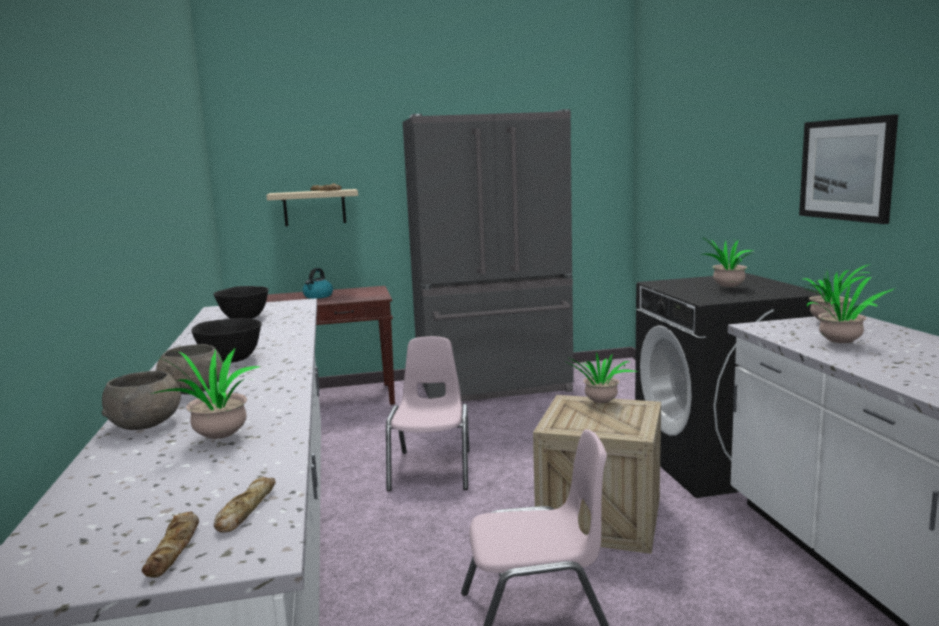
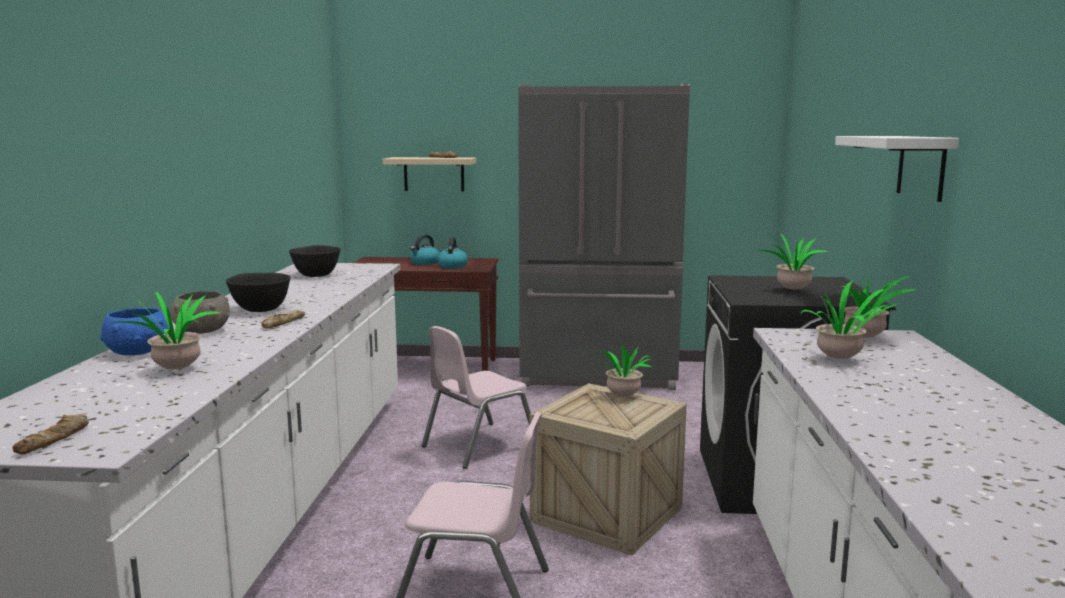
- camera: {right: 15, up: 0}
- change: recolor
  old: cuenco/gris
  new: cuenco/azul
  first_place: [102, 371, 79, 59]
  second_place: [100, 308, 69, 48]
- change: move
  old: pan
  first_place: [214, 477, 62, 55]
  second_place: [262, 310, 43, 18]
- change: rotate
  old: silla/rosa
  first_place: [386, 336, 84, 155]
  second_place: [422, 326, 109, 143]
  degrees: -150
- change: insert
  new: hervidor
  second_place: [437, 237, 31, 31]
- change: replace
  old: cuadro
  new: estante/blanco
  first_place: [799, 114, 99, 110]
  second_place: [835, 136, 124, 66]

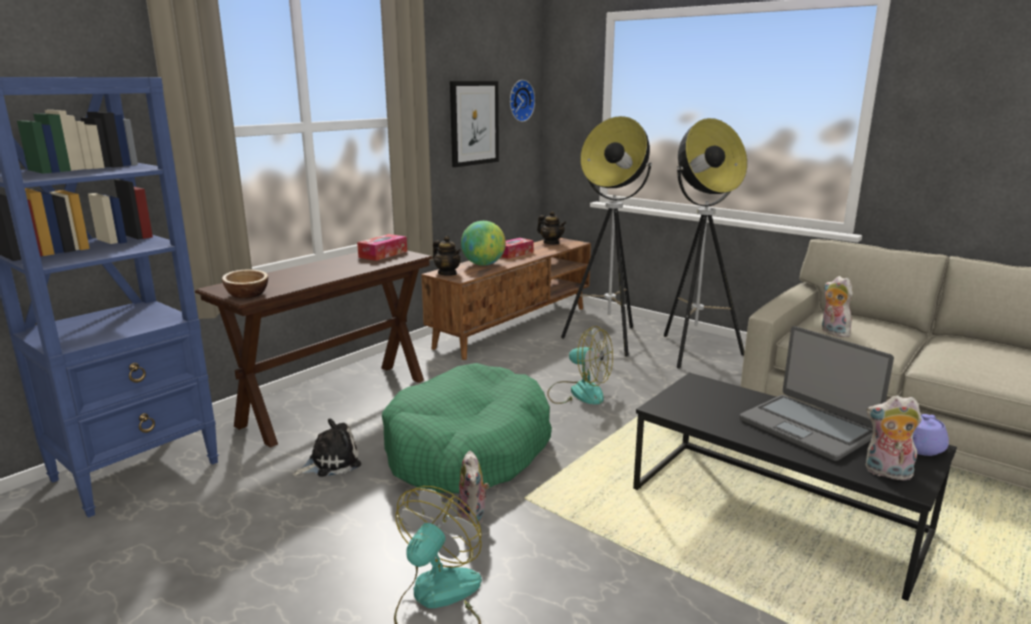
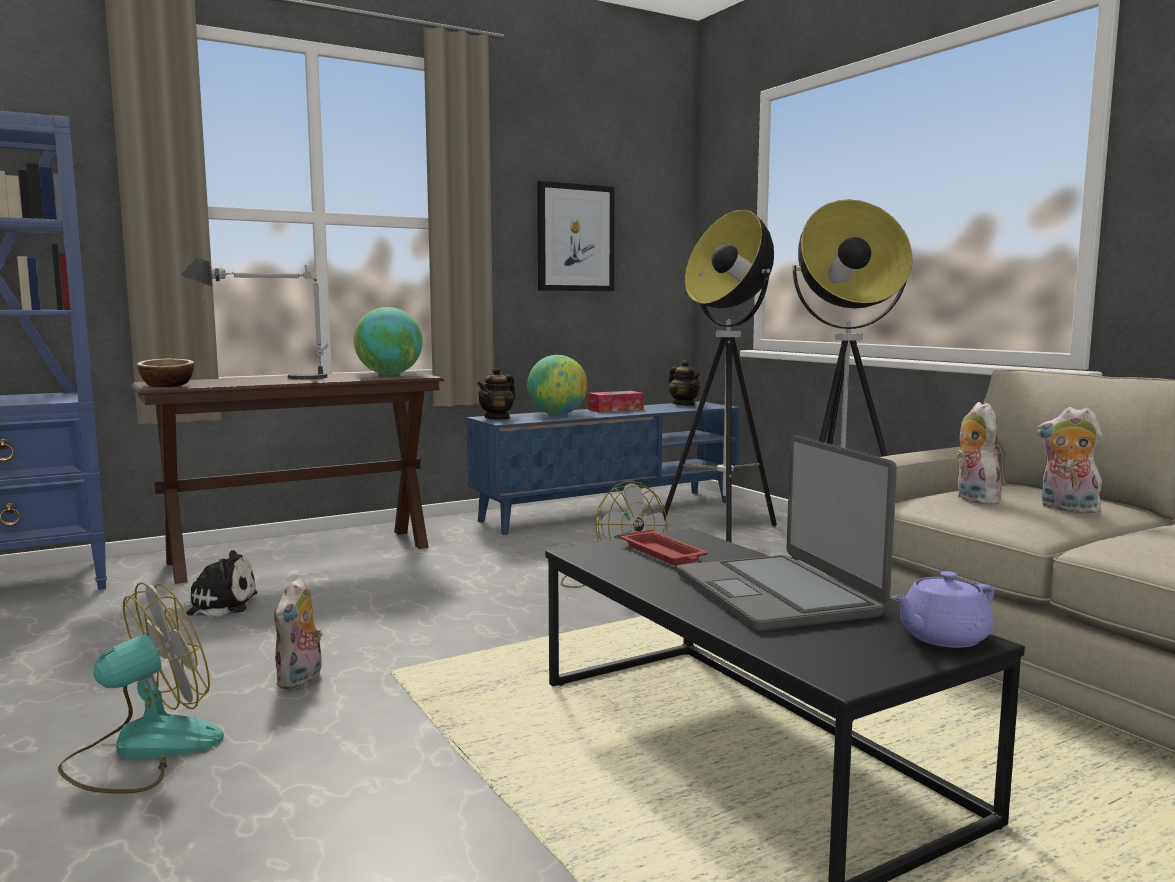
- camera: {right: 20, up: -10}
- change: insert
  new: lámpara de mesa
  second_place: [179, 257, 150, 122]
- change: replace
  old: caja de pañuelos
  new: globo terráqueo
  first_place: [357, 234, 50, 27]
  second_place: [354, 307, 69, 68]
- change: recolor
  old: mueble de televisión/marrón
  new: mueble de televisión/azul
  first_place: [421, 238, 170, 122]
  second_place: [466, 401, 274, 134]
- change: rotate
  old: tetera
  first_place: [433, 236, 28, 40]
  second_place: [477, 367, 39, 53]
  degrees: 60
- change: insert
  new: bandeja/rojo
  second_place: [619, 529, 88, 36]
- change: move
  old: peluche
  first_place: [866, 395, 56, 85]
  second_place: [1037, 407, 65, 106]
- change: delete
  old: cama para perro/verde
  first_place: [382, 363, 170, 130]
- change: delete
  old: reloj de pared
  first_place: [510, 80, 25, 42]

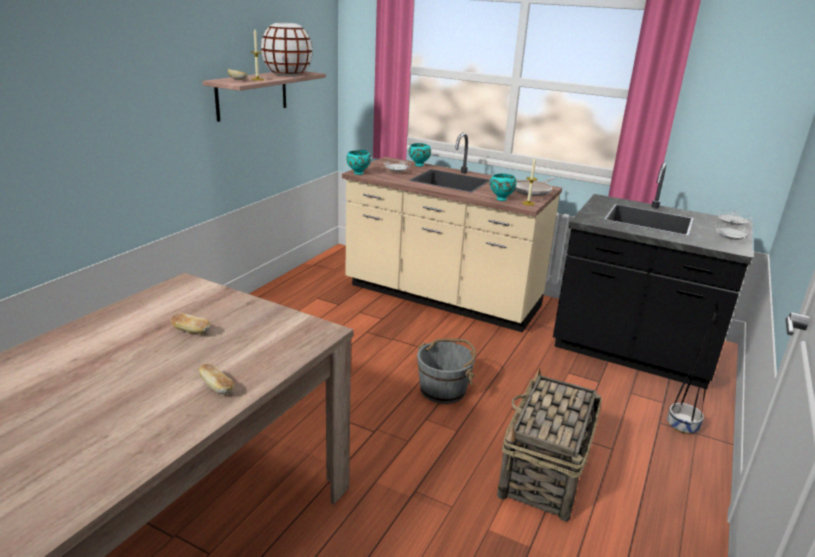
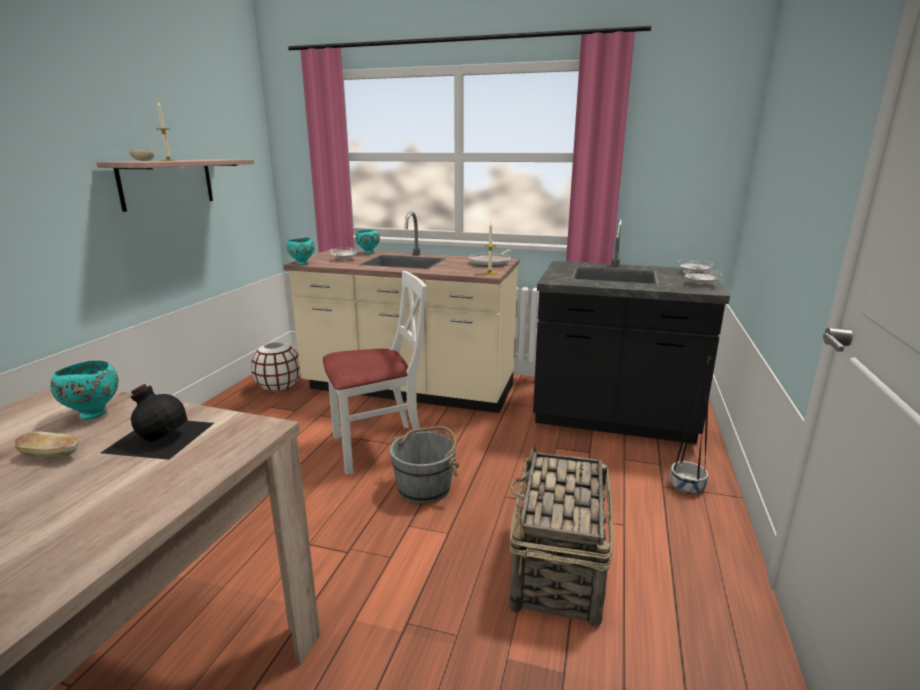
- camera: {right: -10, up: -5}
- change: move
  old: cuenco/turquesa
  first_place: [490, 173, 27, 28]
  second_place: [50, 361, 68, 59]
- change: insert
  new: botella/negro
  second_place: [101, 384, 113, 76]
- change: move
  old: florero/blanco
  first_place: [261, 23, 52, 53]
  second_place: [251, 342, 49, 49]
- change: insert
  new: silla/blanco
  second_place: [323, 271, 104, 204]
- change: delete
  old: pan
  first_place: [199, 364, 35, 30]

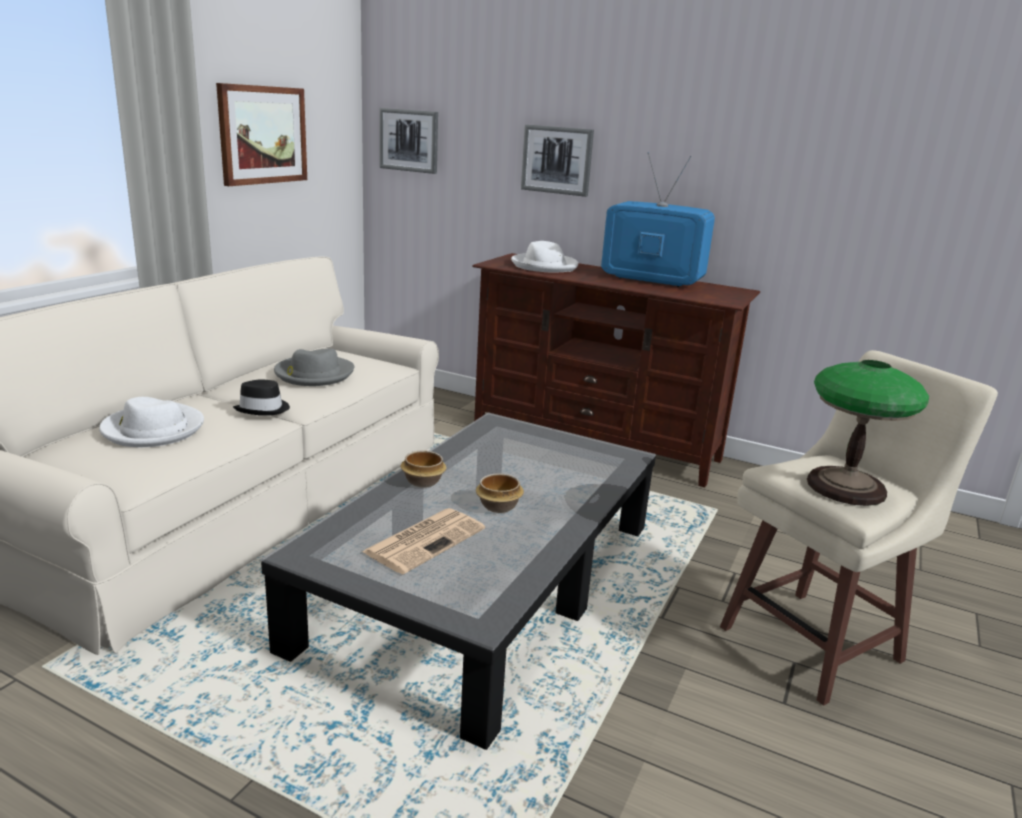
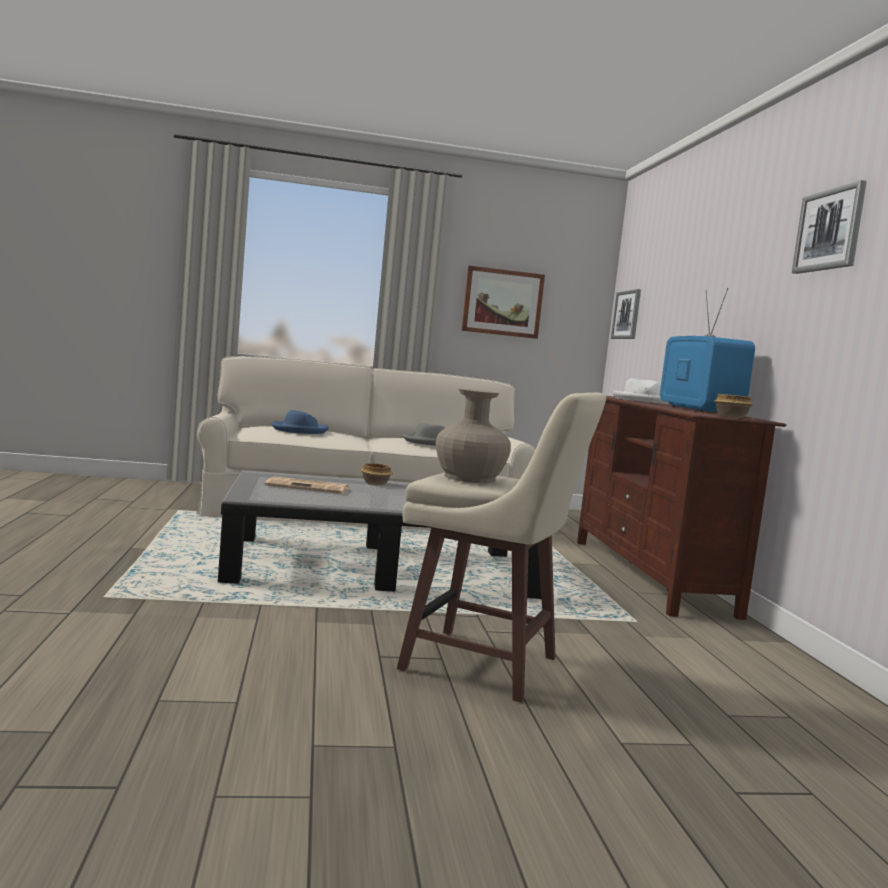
- camera: {right: 55, up: -15}
- change: recolor
  old: sombrero/blanco
  new: sombrero/azul
  first_place: [99, 397, 105, 50]
  second_place: [272, 410, 57, 24]
- change: replace
  old: lámpara de mesa
  new: florero/beis
  first_place: [807, 360, 122, 146]
  second_place: [436, 389, 75, 94]
- change: move
  old: cuenco
  first_place: [476, 473, 48, 40]
  second_place: [714, 394, 39, 24]
- change: move
  old: cuadro
  first_place: [521, 125, 73, 72]
  second_place: [792, 180, 75, 94]
- change: delete
  old: sombrero/negro
  first_place: [233, 379, 57, 37]

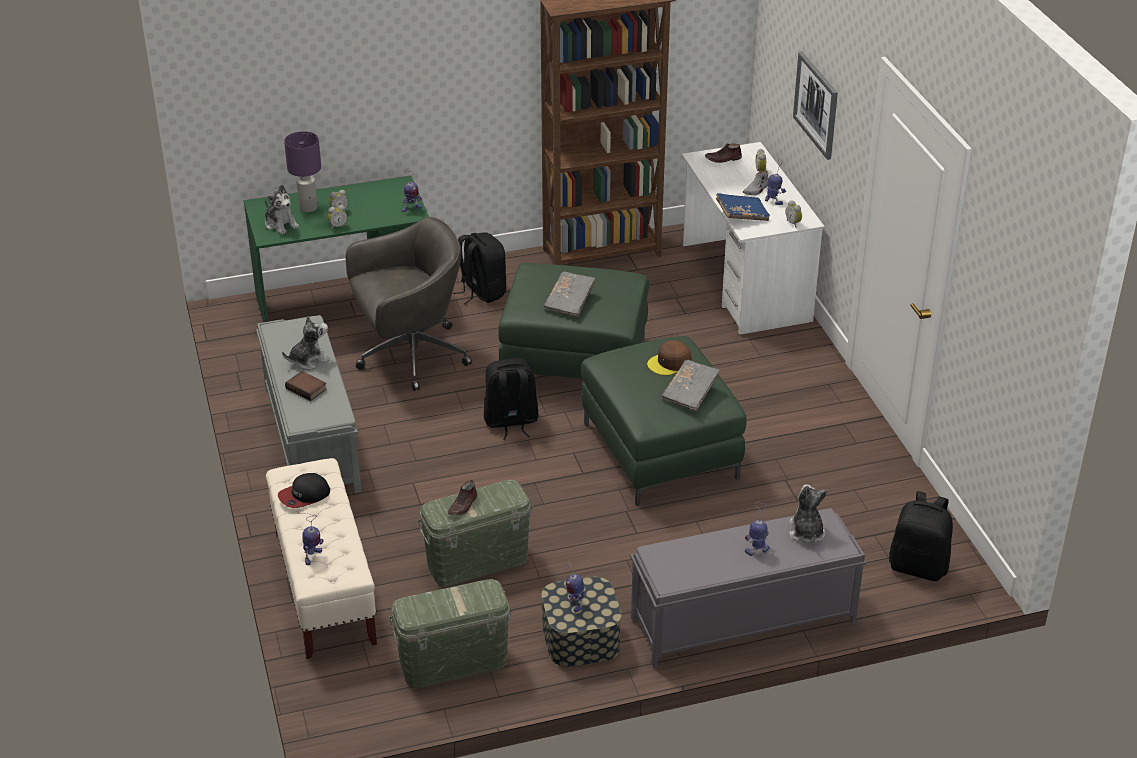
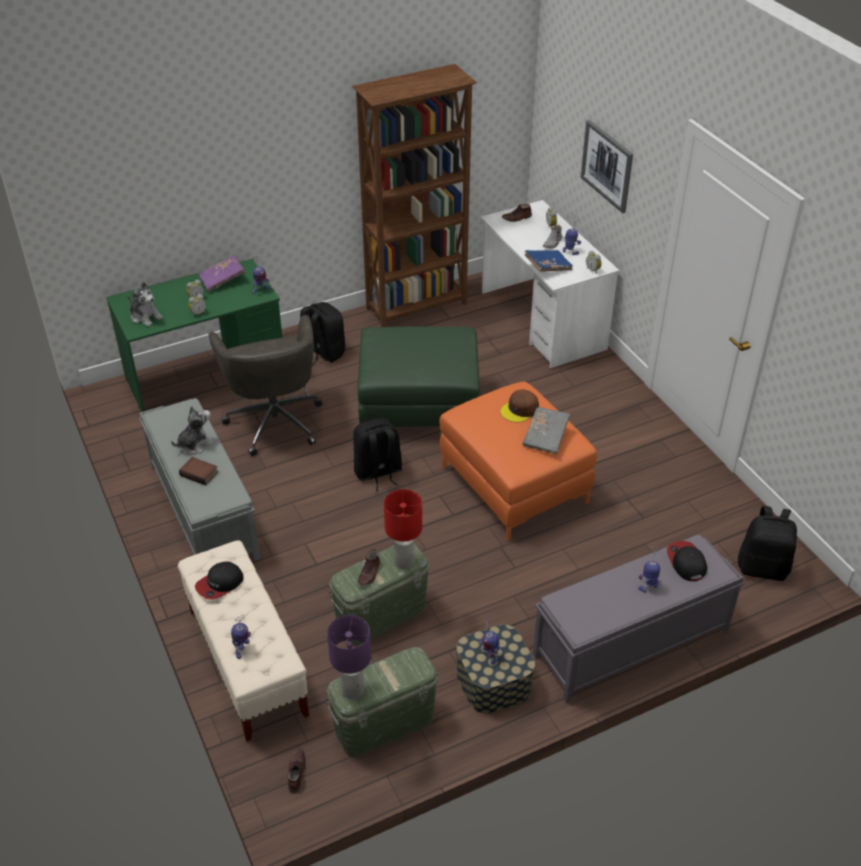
- camera: {right: -10, up: 5}
- change: insert
  new: libro/morado
  second_place: [199, 256, 47, 36]
- change: rotate
  old: silla de oficina/gris
  first_place: [345, 217, 127, 174]
  second_place: [209, 315, 113, 141]
  degrees: 105
- change: insert
  new: zapato/marrón
  second_place: [288, 749, 18, 44]
- change: move
  old: lámpara de mesa/morado
  first_place: [284, 131, 37, 81]
  second_place: [327, 615, 44, 84]
- change: insert
  new: lámpara de mesa/rojo
  second_place: [384, 489, 38, 80]
- change: recolor
  old: puf/verde
  new: puf/naranja
  first_place: [581, 336, 166, 170]
  second_place: [439, 382, 158, 159]
- change: replace
  old: peluche
  new: gorra
  first_place: [789, 484, 39, 59]
  second_place: [667, 541, 40, 40]
- change: delete
  old: libro/gris
  first_place: [544, 271, 52, 46]

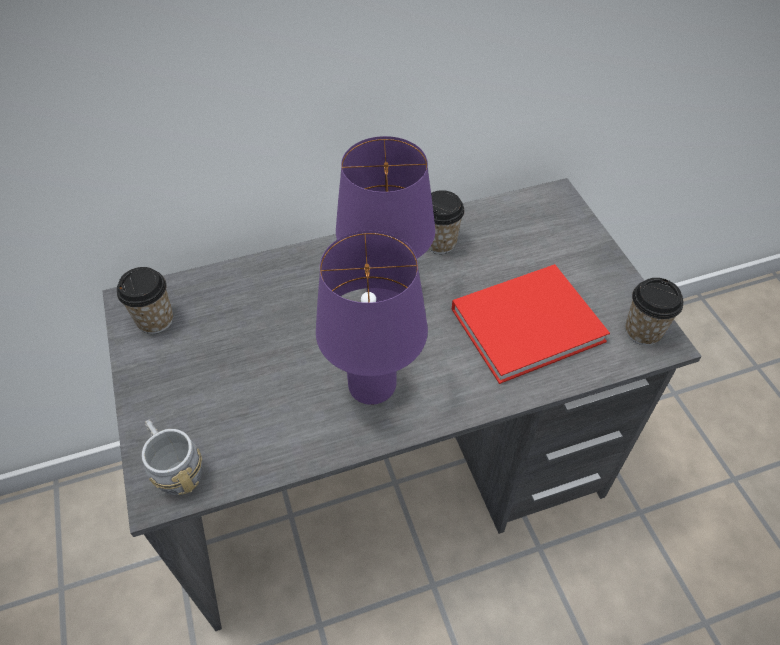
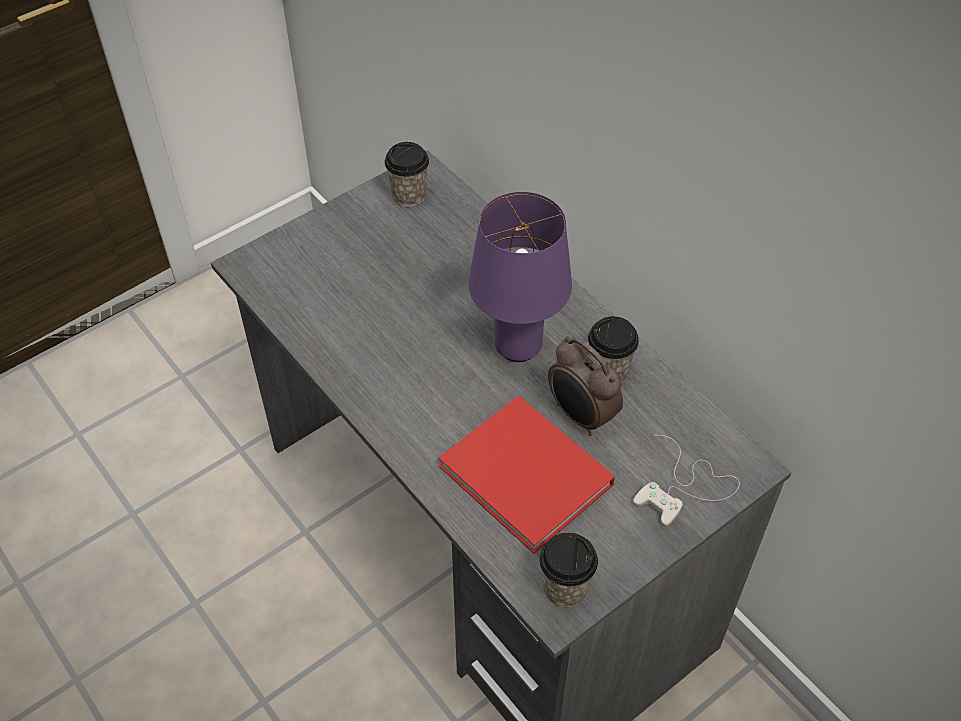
- camera: {right: 70, up: 0}
- change: insert
  new: despertador
  second_place: [548, 336, 75, 100]
- change: insert
  new: mando de consola/blanco
  second_place: [633, 435, 107, 92]
- change: delete
  old: taza grande/gris
  first_place: [142, 420, 60, 75]
- change: delete
  old: lámpara de mesa/morado
  first_place: [316, 231, 112, 174]

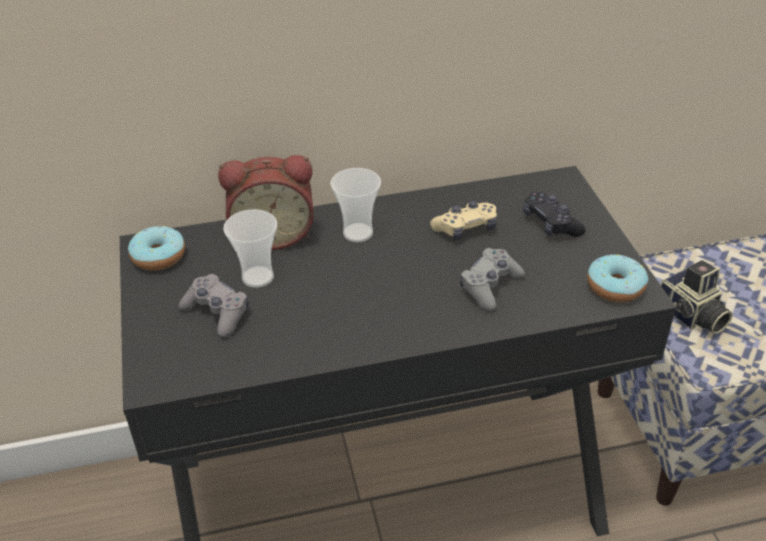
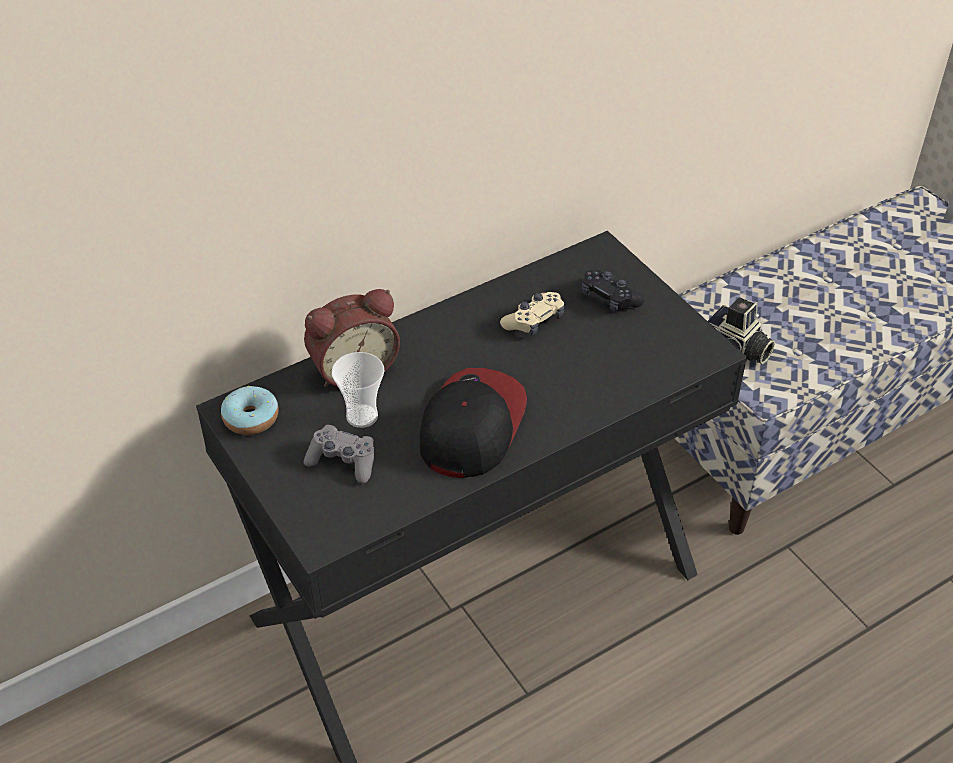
- camera: {right: -20, up: 5}
- change: insert
  new: gorra
  second_place: [420, 368, 107, 110]
- change: delete
  old: taza
  first_place: [331, 168, 50, 74]
- change: delete
  old: mando de consola/gris
  first_place: [460, 248, 65, 63]
- change: delete
  old: rosquilla
  first_place: [587, 254, 61, 48]

